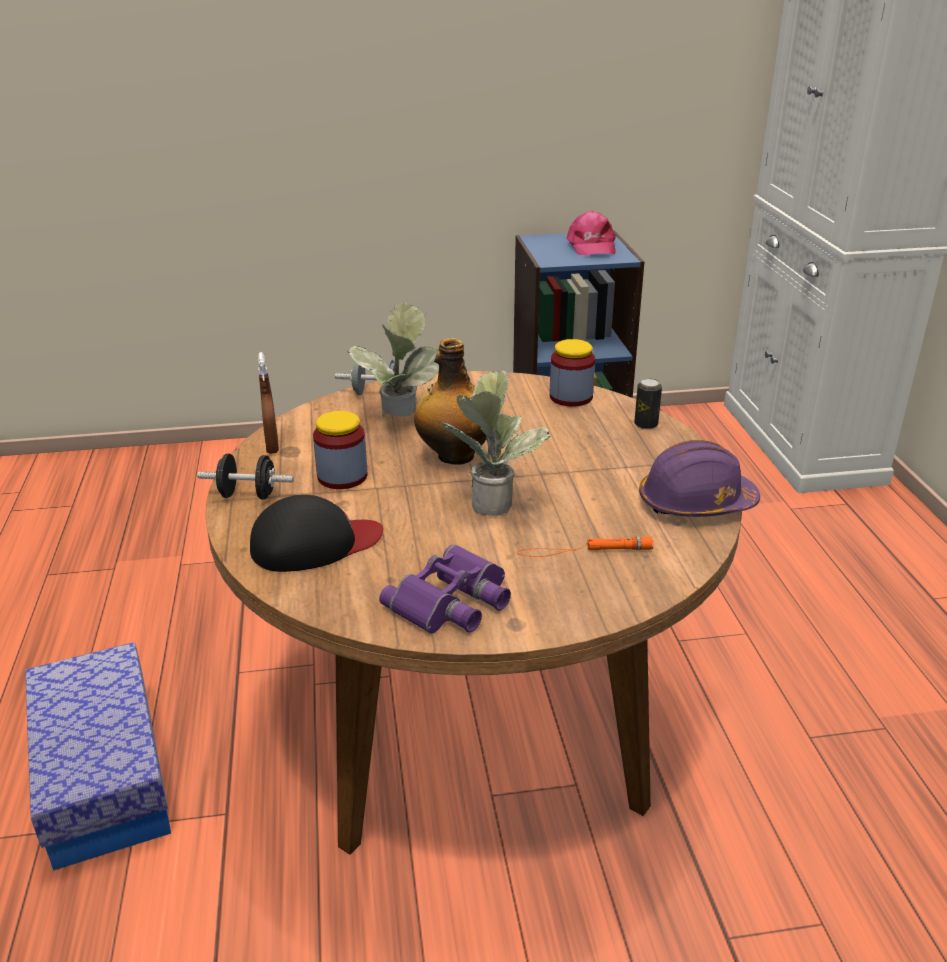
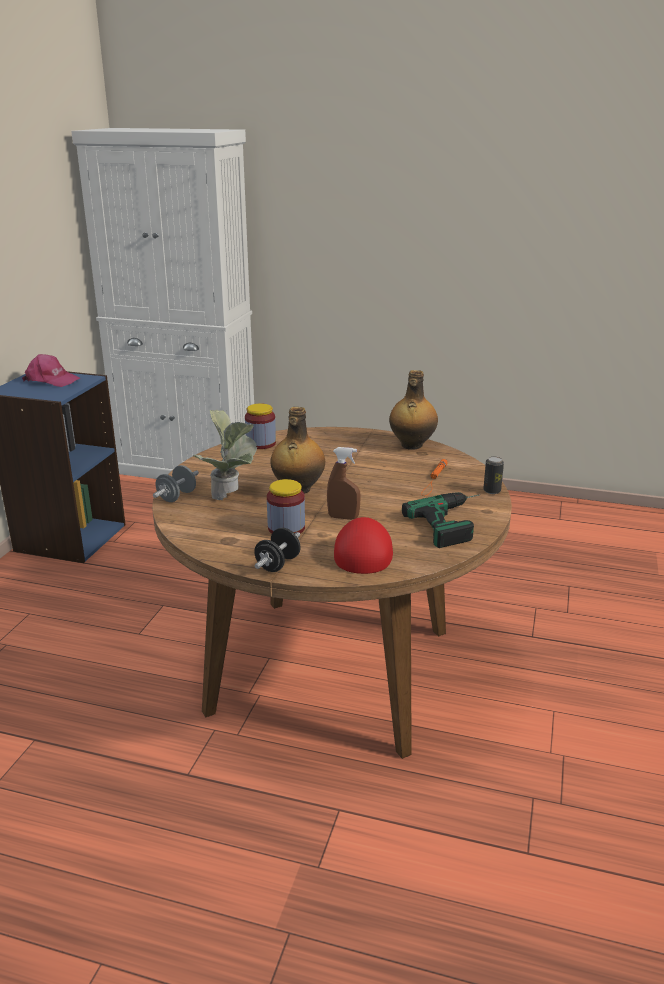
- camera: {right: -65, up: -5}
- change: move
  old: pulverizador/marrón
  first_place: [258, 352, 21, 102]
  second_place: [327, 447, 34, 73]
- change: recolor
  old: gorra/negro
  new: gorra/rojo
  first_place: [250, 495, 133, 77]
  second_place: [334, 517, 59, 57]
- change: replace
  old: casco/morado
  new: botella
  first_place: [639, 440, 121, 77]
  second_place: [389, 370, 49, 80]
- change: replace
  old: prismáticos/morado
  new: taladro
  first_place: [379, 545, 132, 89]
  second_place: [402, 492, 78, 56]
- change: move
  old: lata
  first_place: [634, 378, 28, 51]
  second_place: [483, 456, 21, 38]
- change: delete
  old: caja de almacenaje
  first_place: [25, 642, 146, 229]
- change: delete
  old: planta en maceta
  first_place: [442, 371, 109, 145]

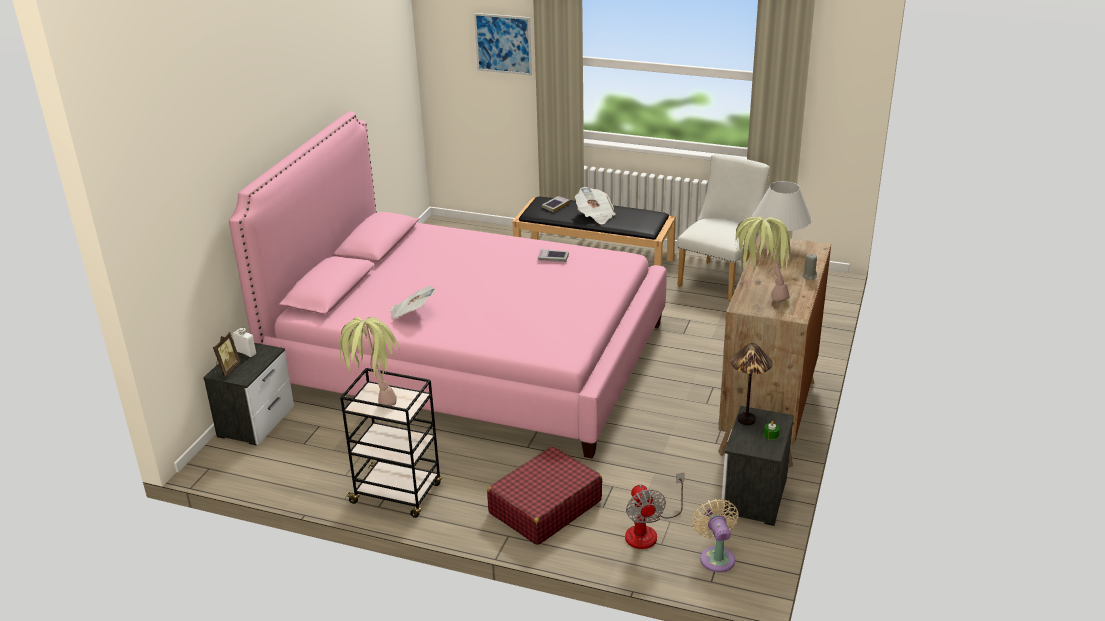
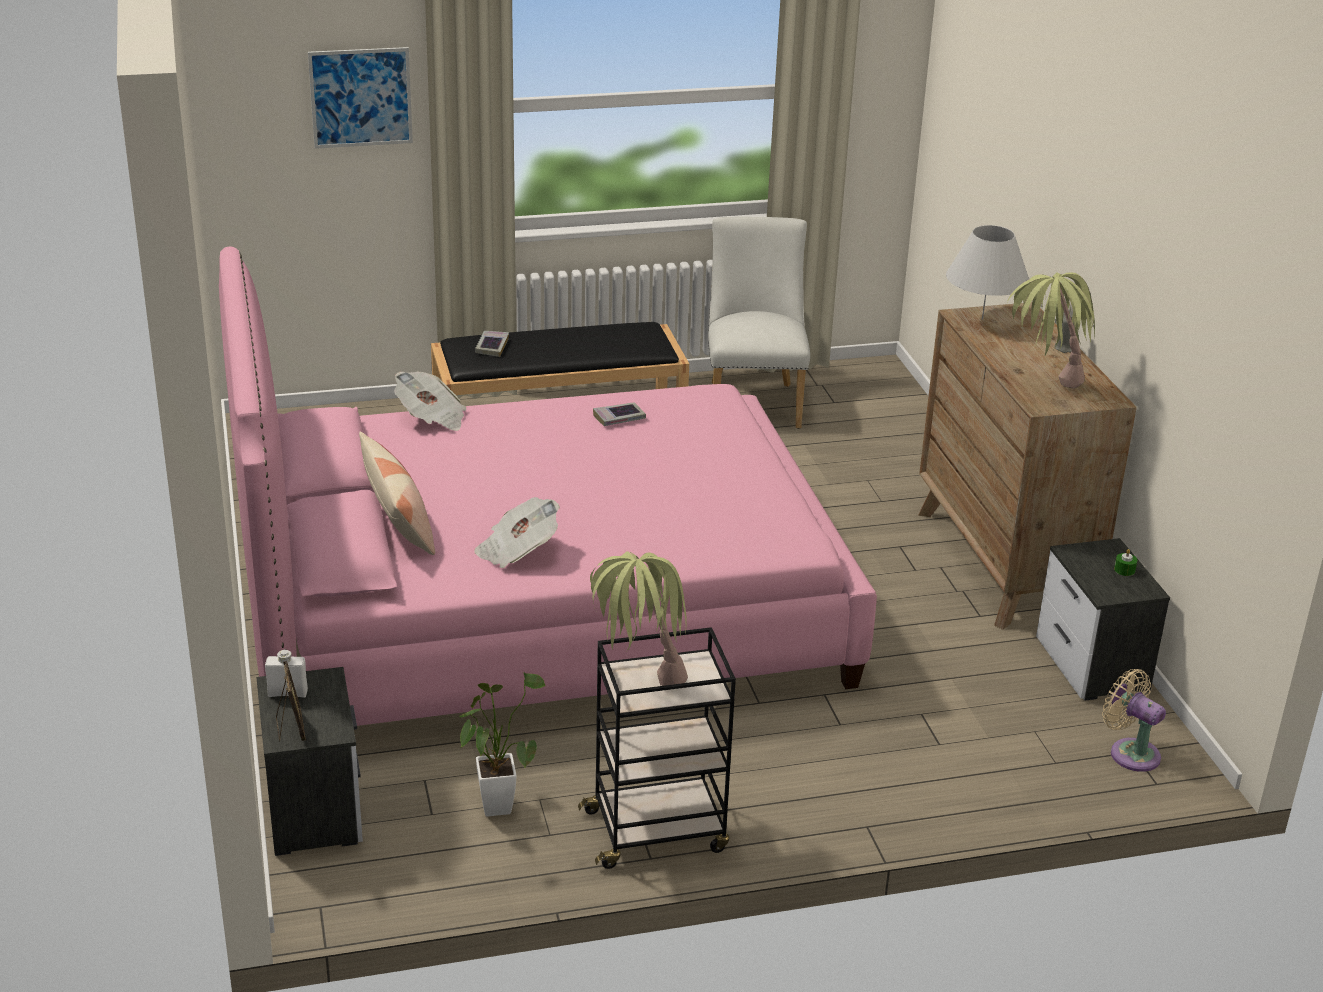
- camera: {right: -35, up: 0}
- change: insert
  new: cojín
  second_place: [359, 432, 76, 123]
- change: move
  old: periódico
  first_place: [575, 187, 41, 37]
  second_place: [394, 371, 72, 60]
- change: insert
  new: planta en maceta
  second_place: [459, 672, 87, 145]
- change: delete
  old: maleta/rojo
  first_place: [487, 446, 115, 99]
- change: delete
  old: ventilador
  first_place: [625, 473, 59, 76]
- change: delete
  old: lámpara de mesa
  first_place: [730, 343, 42, 82]

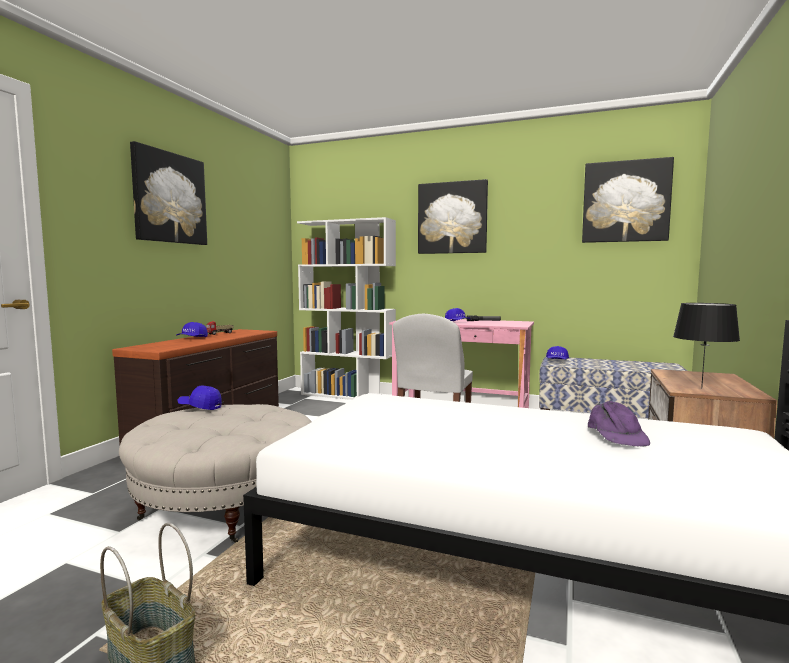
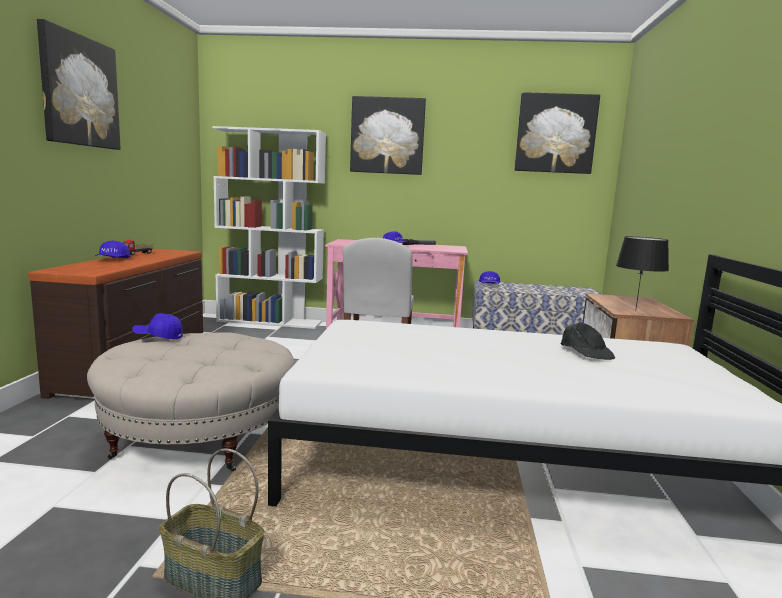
- camera: {right: -15, up: 5}
- change: recolor
  old: gorra/morado
  new: gorra/negro
  first_place: [588, 401, 62, 45]
  second_place: [560, 322, 55, 38]

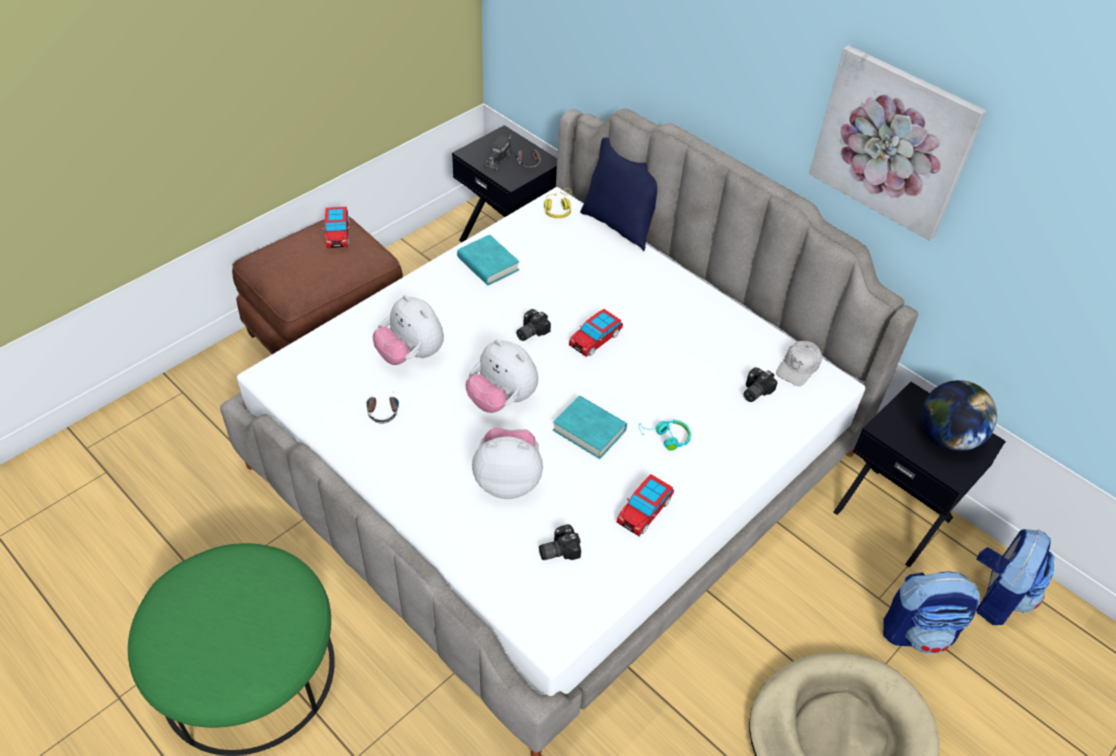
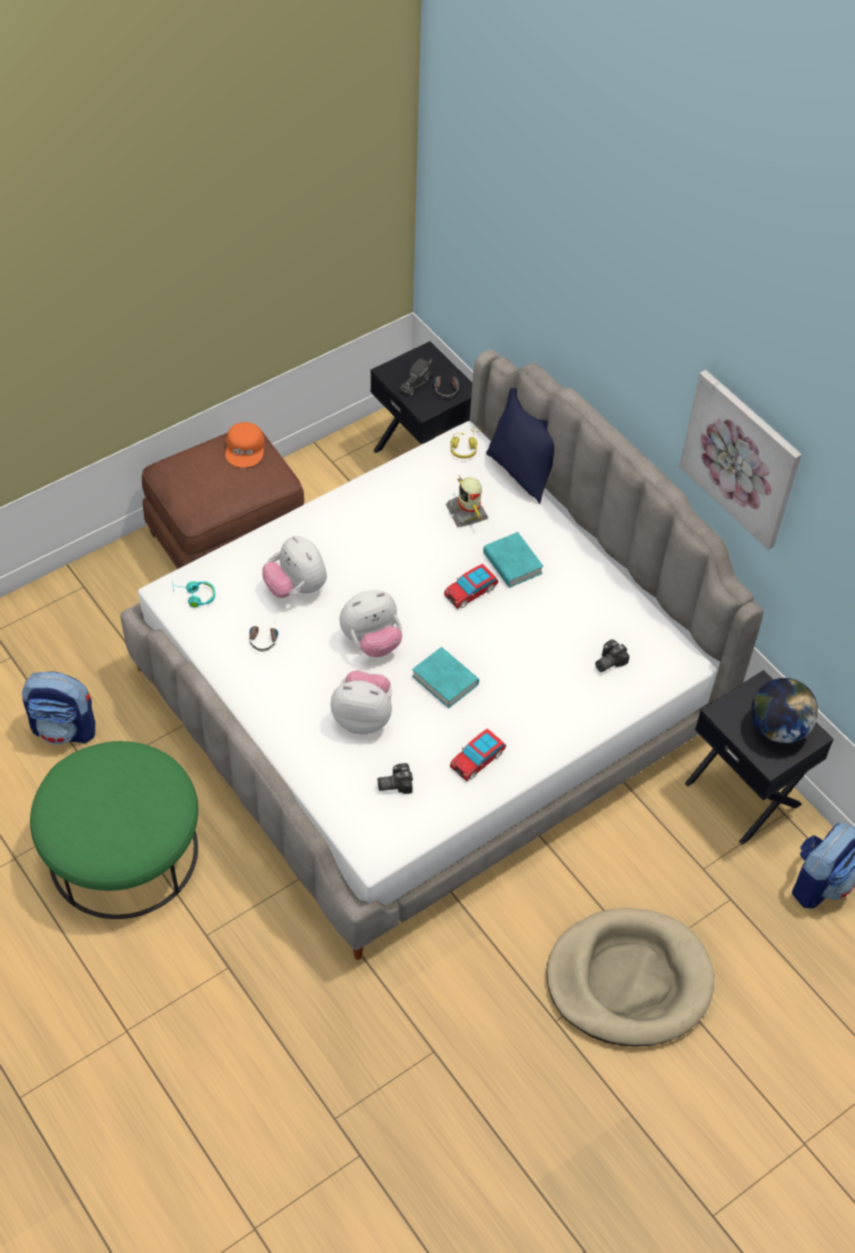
- camera: {right: 10, up: 5}
- change: move
  old: mochila
  first_place: [883, 571, 97, 83]
  second_place: [22, 672, 73, 73]
- change: move
  old: auriculares/turquesa
  first_place: [639, 420, 52, 31]
  second_place: [172, 581, 43, 27]
- change: replace
  old: coche de juguete
  new: gorra/naranja
  first_place: [323, 207, 27, 41]
  second_place: [225, 422, 40, 46]
- change: rotate
  old: peluche
  first_place: [466, 340, 72, 73]
  second_place: [340, 590, 62, 67]
  degrees: -75
- change: insert
  new: robot de juguete
  second_place: [446, 475, 42, 52]
- change: move
  old: libro/turquesa
  first_place: [457, 235, 62, 50]
  second_place: [483, 532, 61, 55]
- change: delete
  old: cámara
  first_place: [516, 309, 35, 32]
- change: delete
  old: gorra/blanco
  first_place: [776, 341, 46, 45]

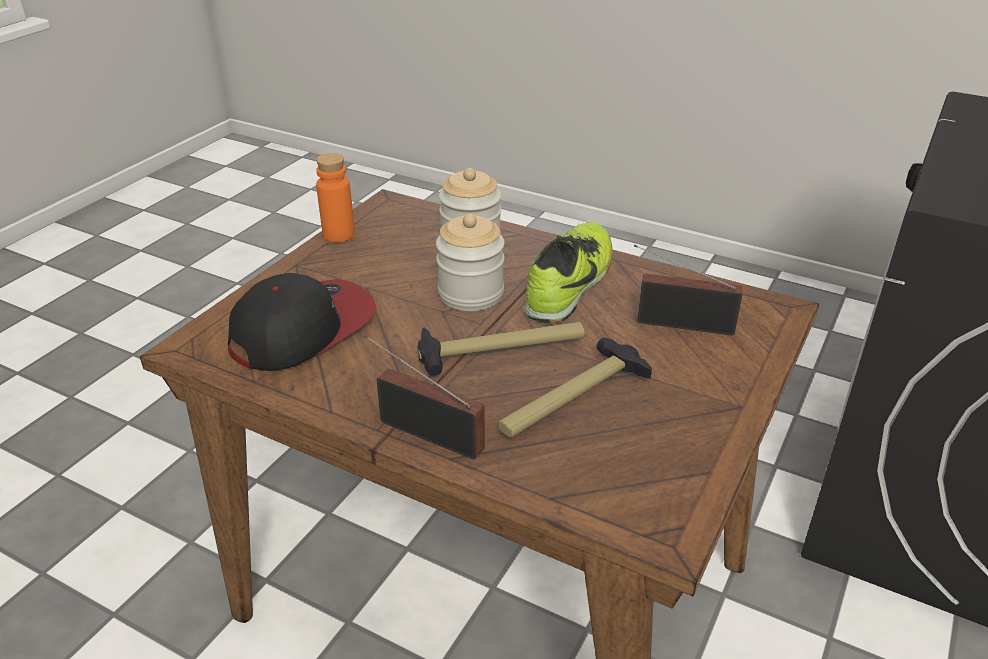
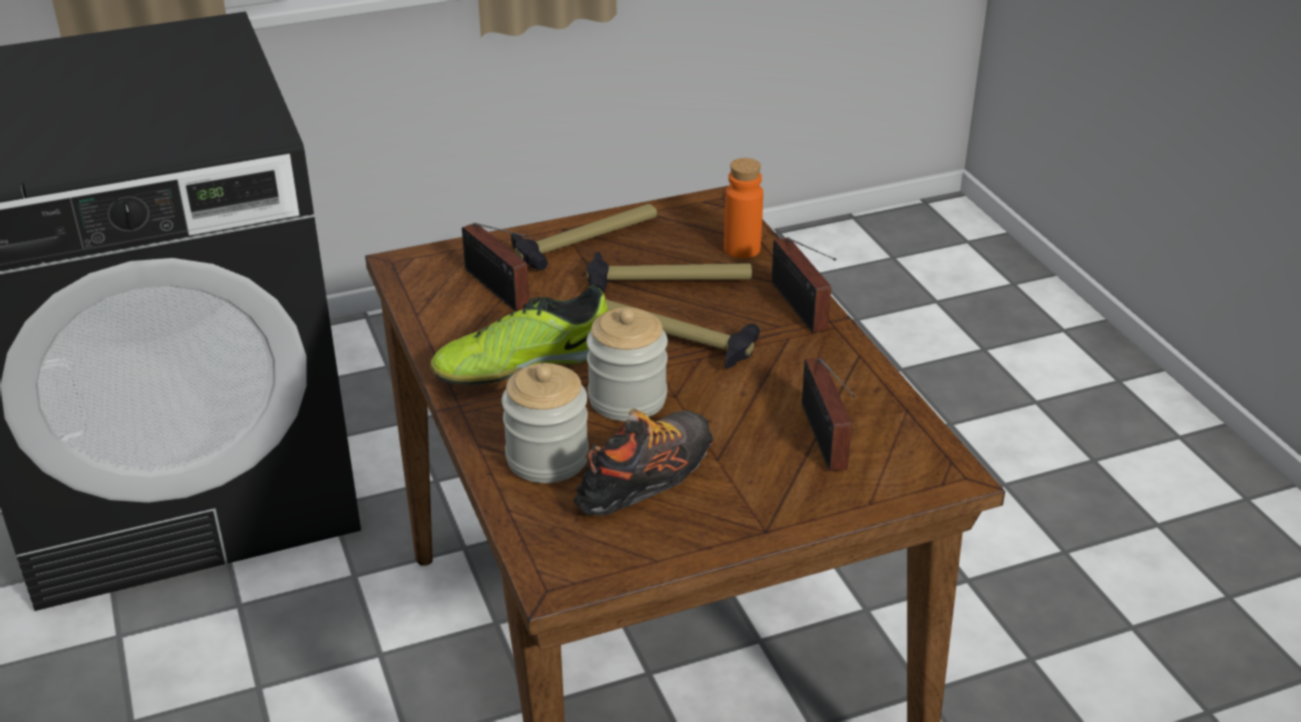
- camera: {right: -140, up: 0}
- change: insert
  new: martillo
  second_place: [511, 204, 146, 66]
- change: insert
  new: zapato
  second_place: [573, 408, 140, 108]
- change: move
  old: botella/naranja
  first_place: [316, 153, 39, 89]
  second_place: [724, 158, 39, 100]
- change: replace
  old: gorra
  new: radio
  first_place: [228, 273, 148, 98]
  second_place: [802, 357, 53, 115]

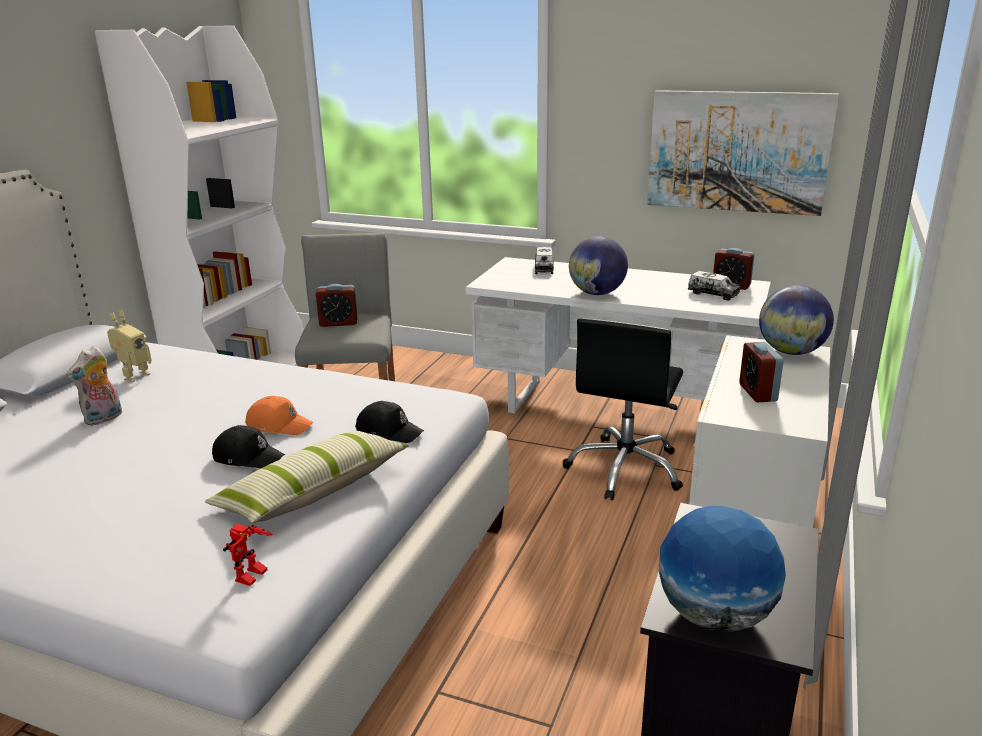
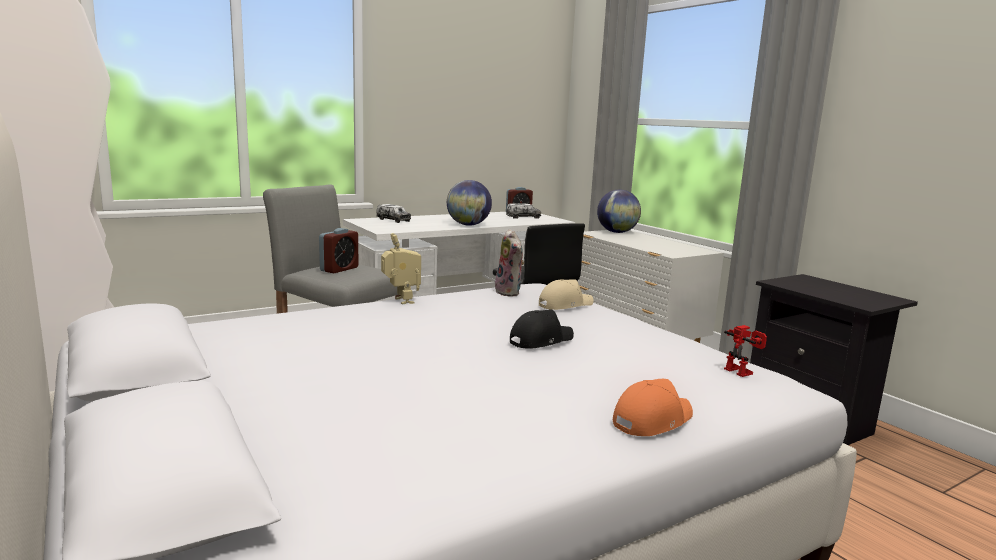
- camera: {right: -55, up: -10}
- change: move
  old: robot de juguete
  first_place: [107, 310, 44, 72]
  second_place: [381, 233, 40, 71]
- change: move
  old: peluche
  first_place: [66, 346, 56, 80]
  second_place: [495, 229, 29, 67]
- change: recolor
  old: gorra/negro
  new: gorra/beis
  first_place: [355, 401, 69, 42]
  second_place: [539, 279, 55, 31]
- change: move
  old: gorra/naranja
  first_place: [245, 396, 68, 39]
  second_place: [613, 379, 80, 57]
- change: delete
  old: cojín
  first_place: [204, 431, 205, 93]
- change: delete
  old: cuadro
  first_place: [647, 90, 192, 126]
- change: delete
  old: globo terráqueo
  first_place: [659, 506, 127, 126]
- change: delete
  old: despertador
  first_place: [739, 342, 44, 60]

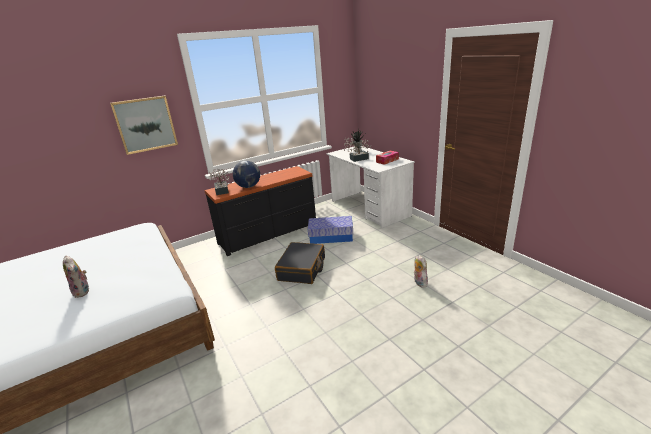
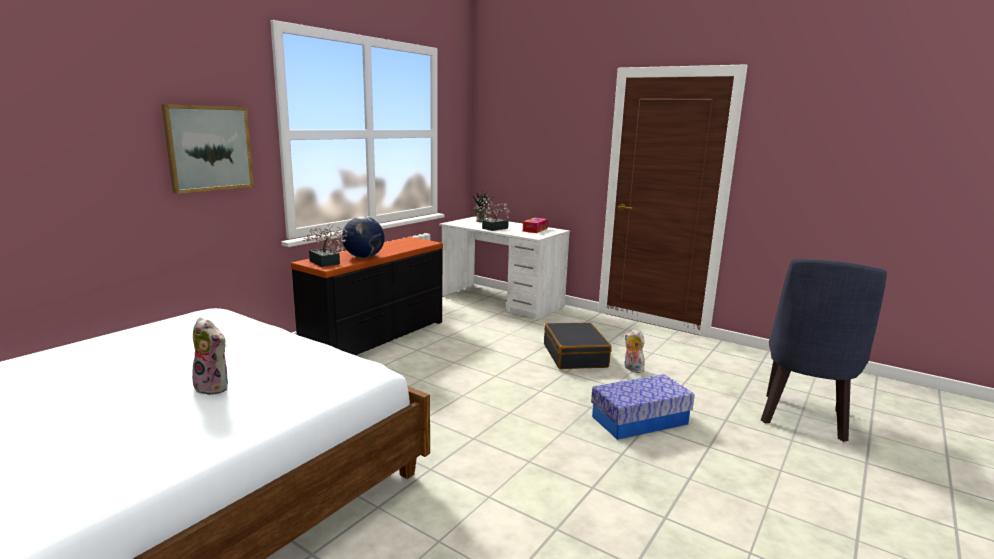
- camera: {right: -25, up: -10}
- change: move
  old: maleta/negro
  first_place: [275, 242, 50, 42]
  second_place: [544, 322, 68, 47]
- change: move
  old: caja de almacenaje
  first_place: [308, 216, 45, 28]
  second_place: [591, 374, 104, 66]
- change: insert
  new: silla/azul
  second_place: [761, 259, 126, 183]

